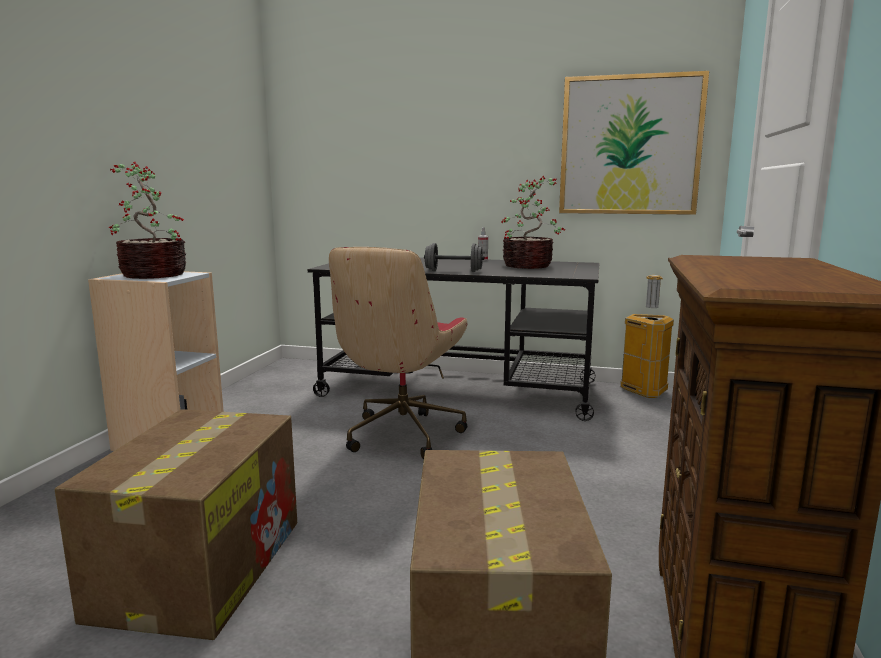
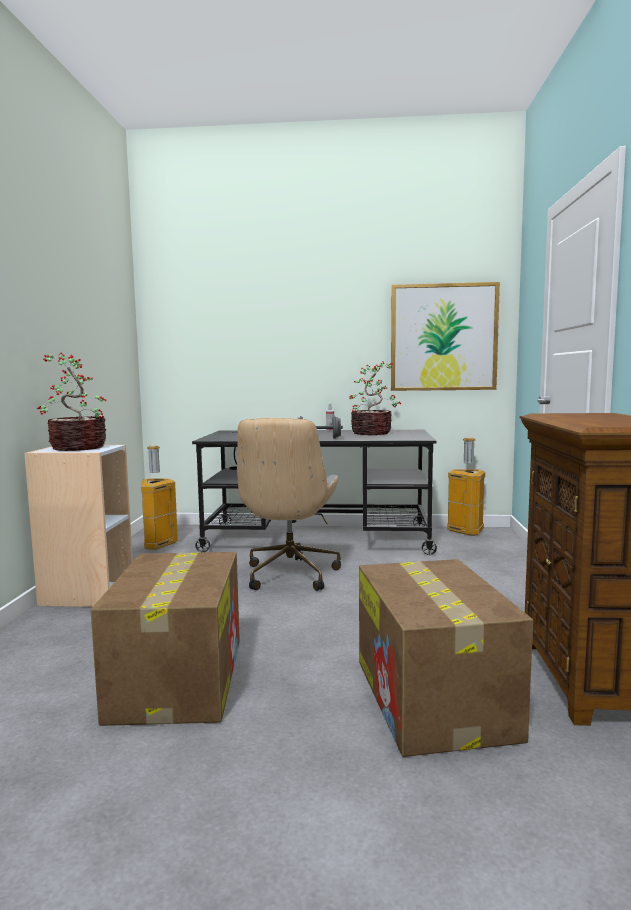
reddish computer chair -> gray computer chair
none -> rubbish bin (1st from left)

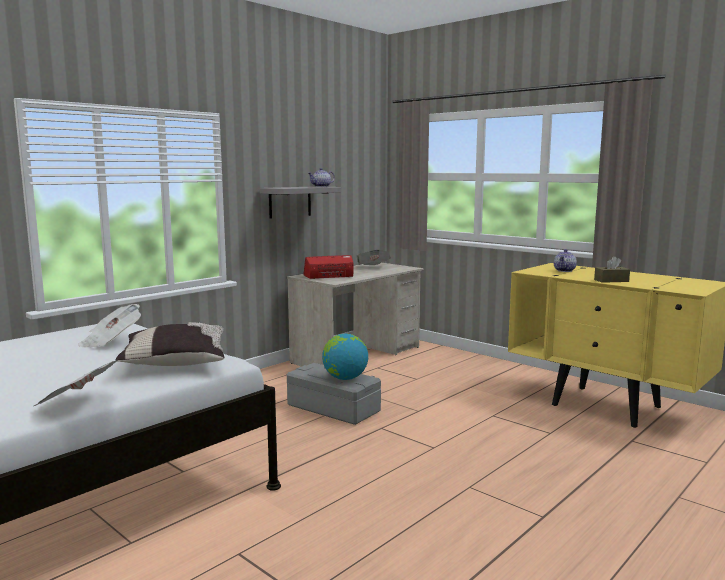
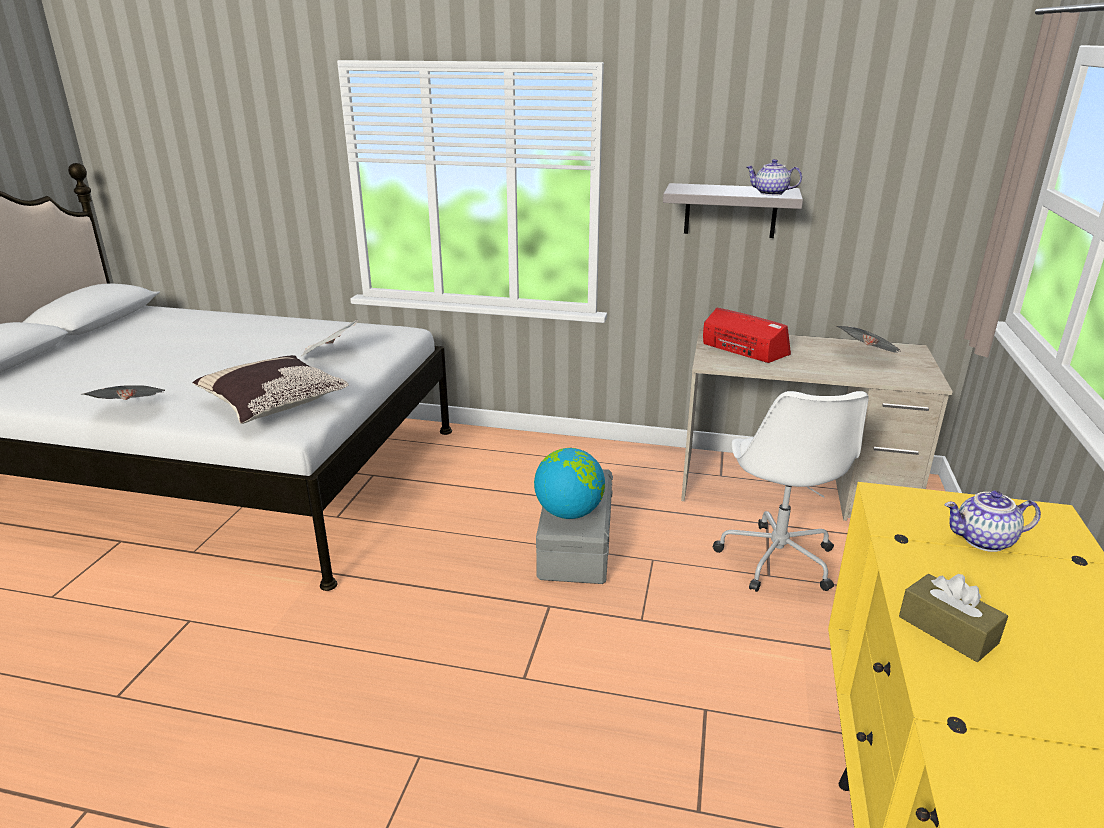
none -> white-coloured computer chair

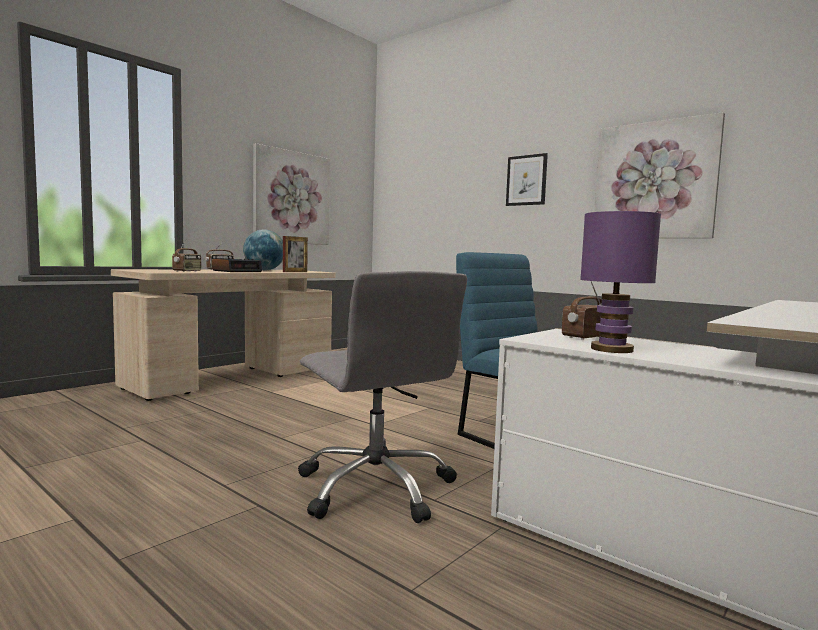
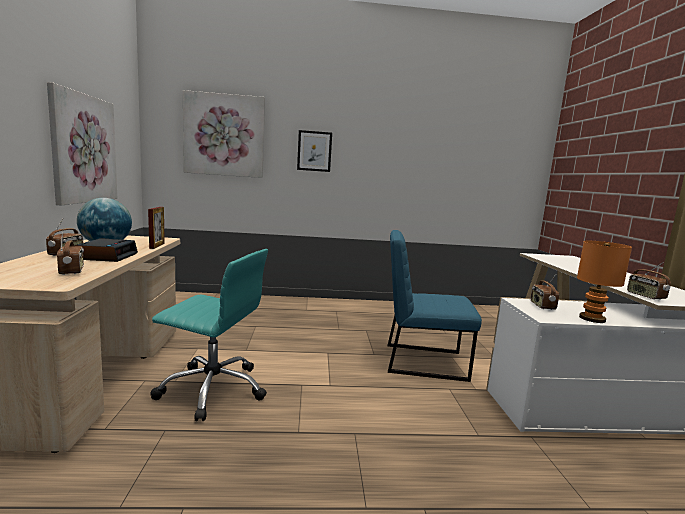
picture (3rd from left in the first image) -> picture (2nd from left), move
purple table lamp -> orange table lamp
gray computer chair -> none
none -> turquoise-coloured computer chair
none -> radio set (4th from left)

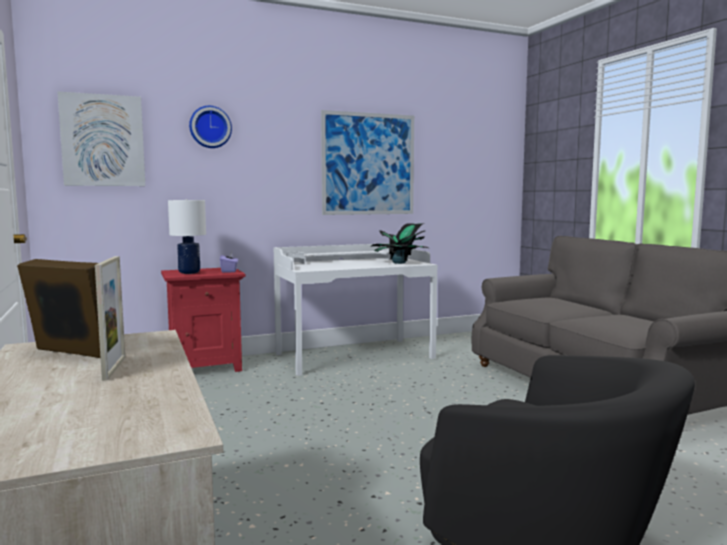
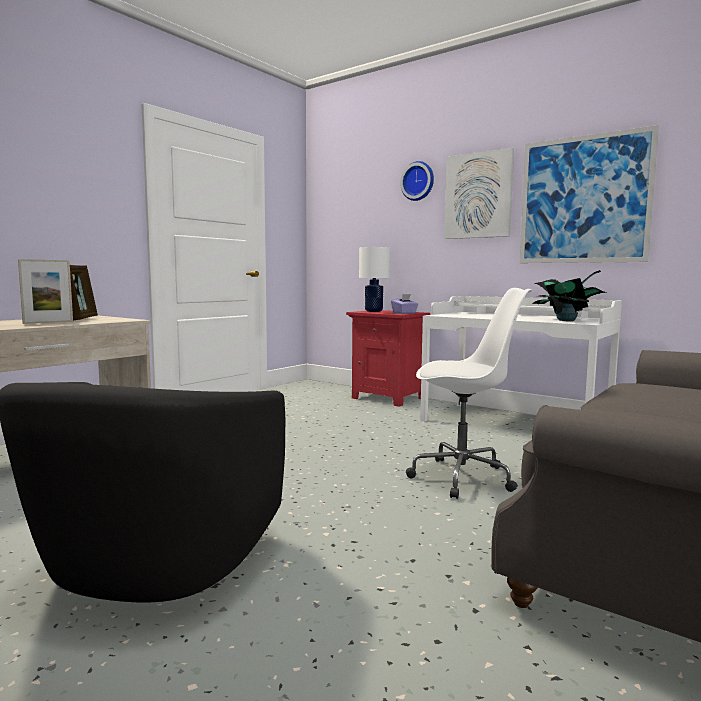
picture (1st from left), move
none -> white-coloured computer chair

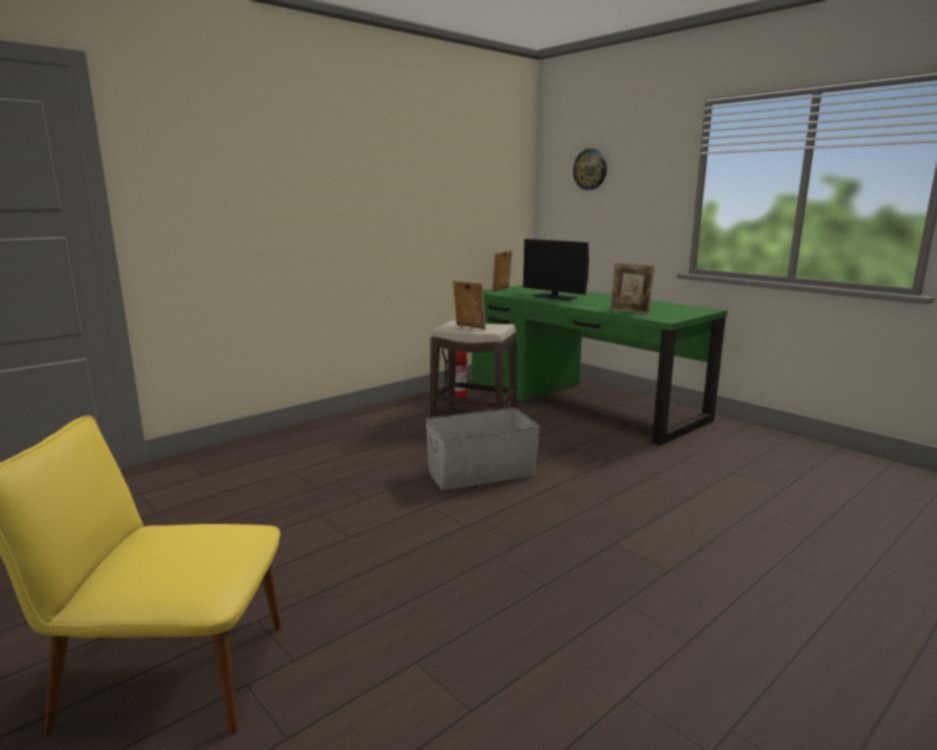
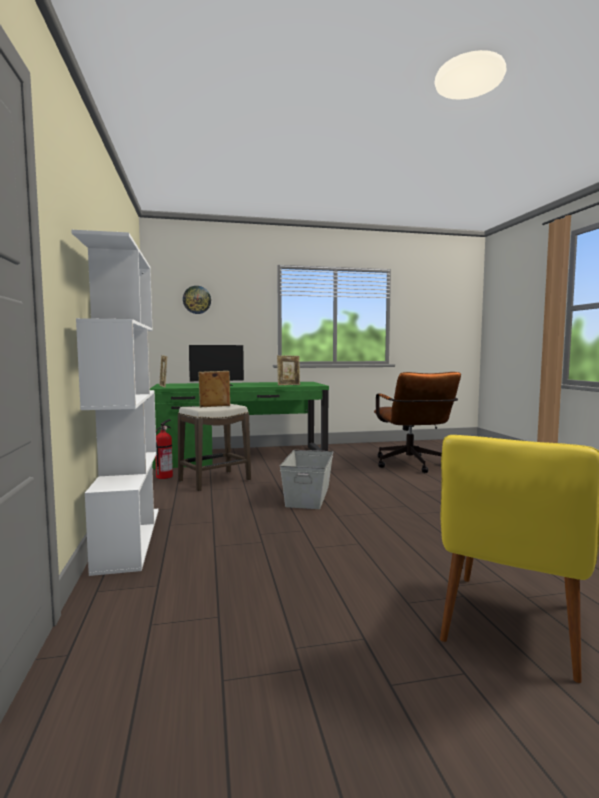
none -> white-coloured bookshelf
none -> brown computer chair

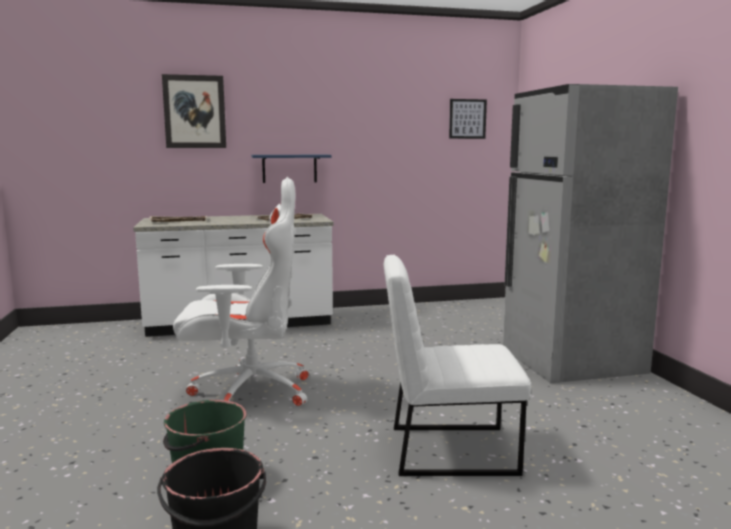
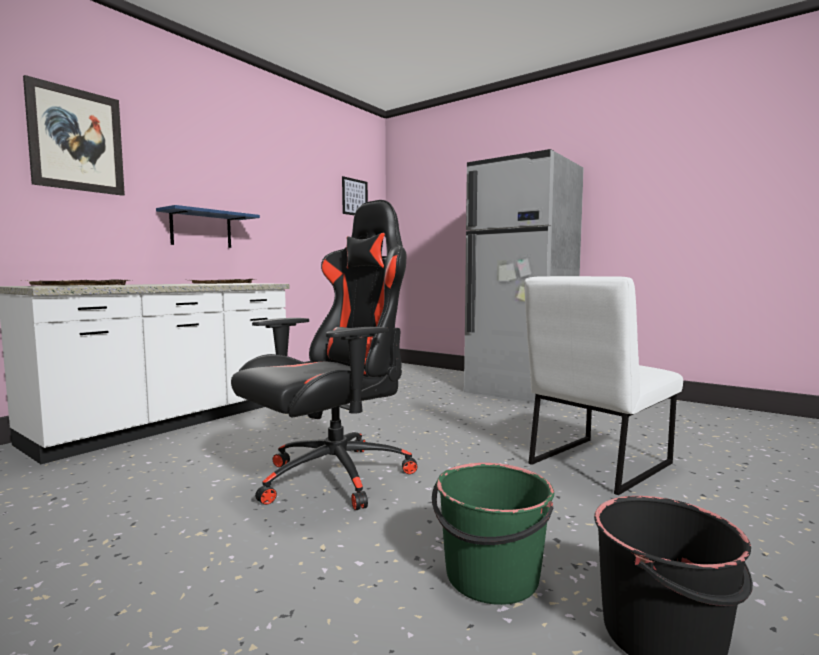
white-coloured computer chair -> black computer chair

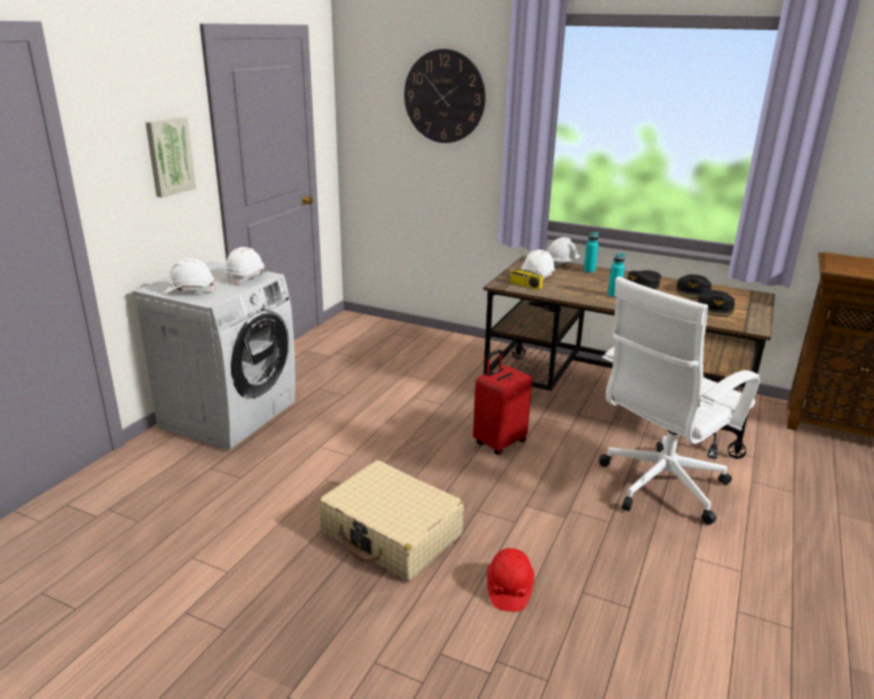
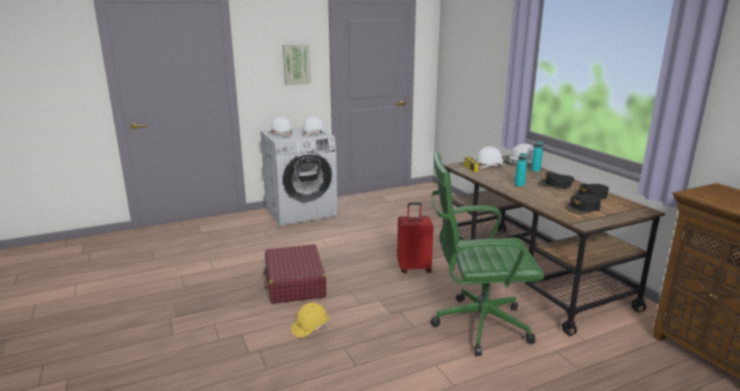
wall clock -> none
white-coloured computer chair -> green-coloured computer chair
beige travel case -> reddish travel case (1st from left)
reddish hard hat -> yellow hard hat

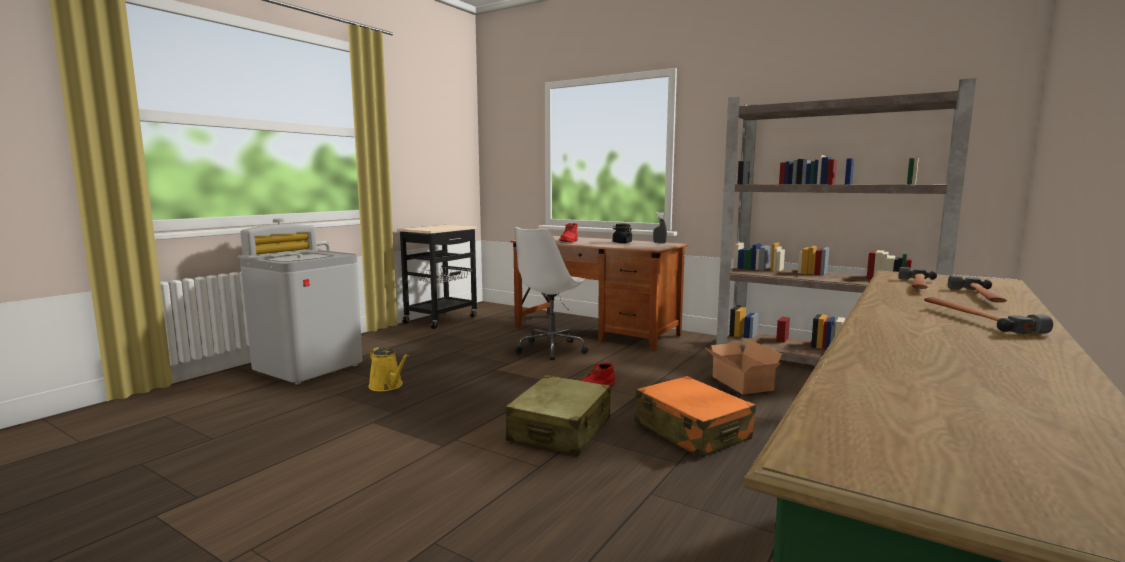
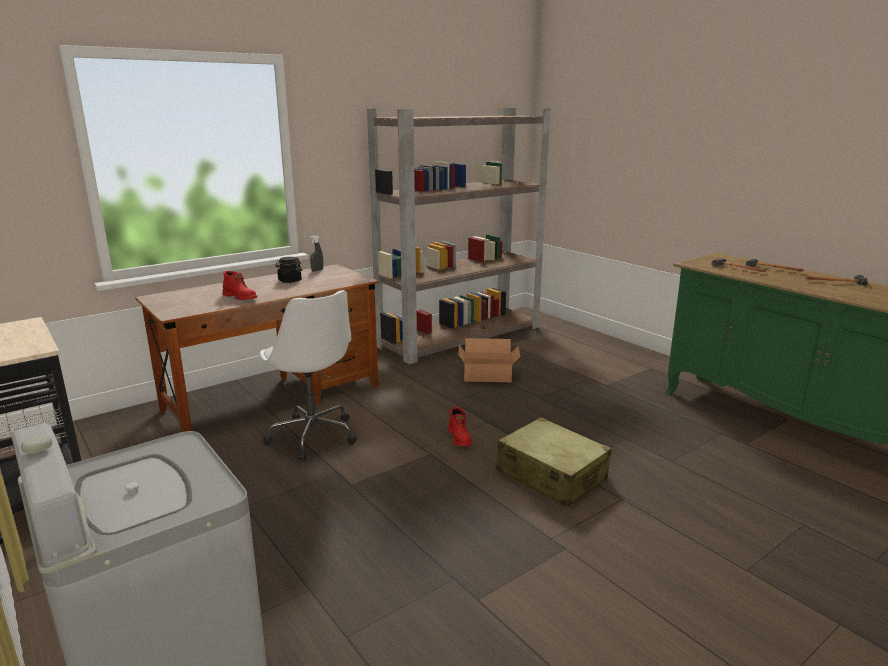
yellow watering can -> none
orange travel case -> none

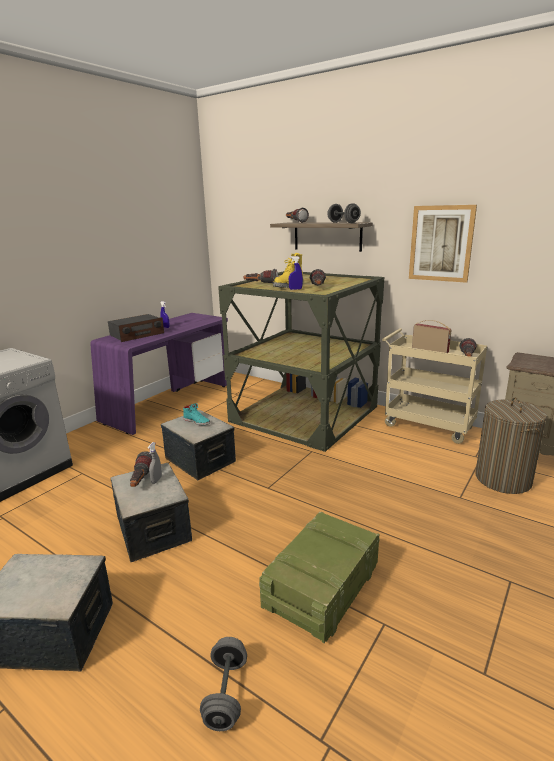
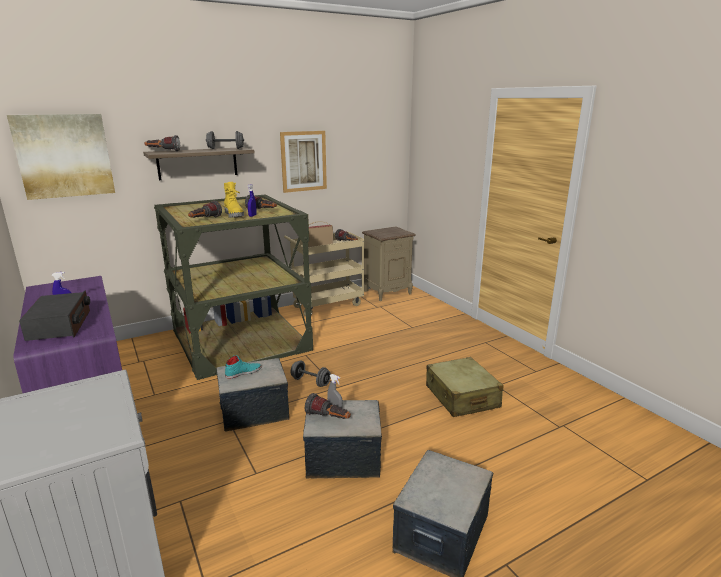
hamper -> none
packing crate -> beige travel case
gray hand weight (1st from left in the first image) -> gray hand weight (2nd from left), move
none -> picture (1st from left)

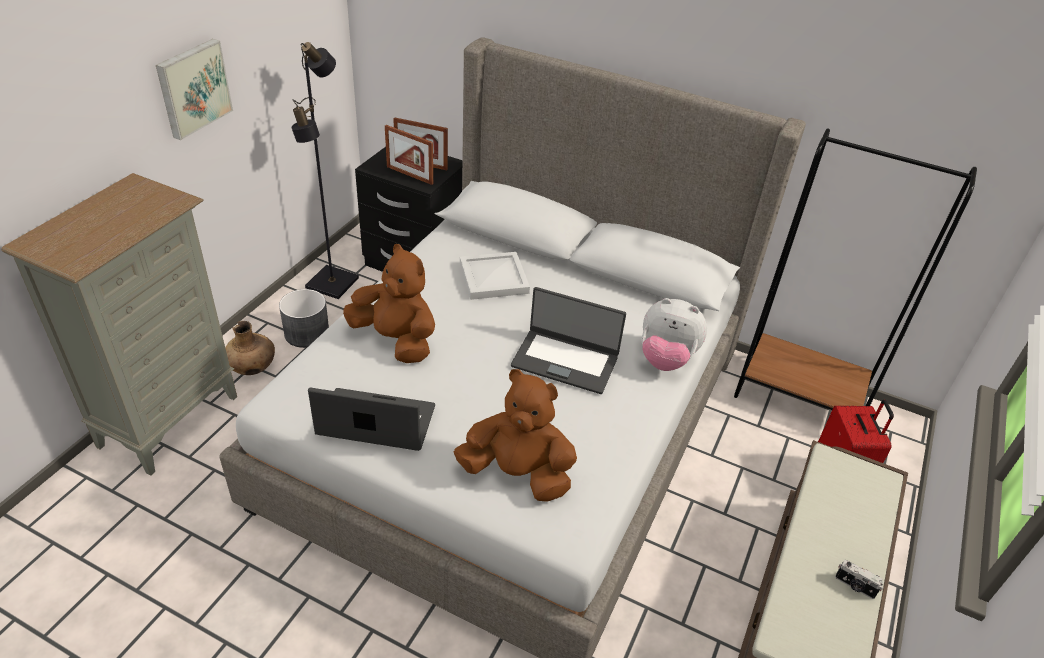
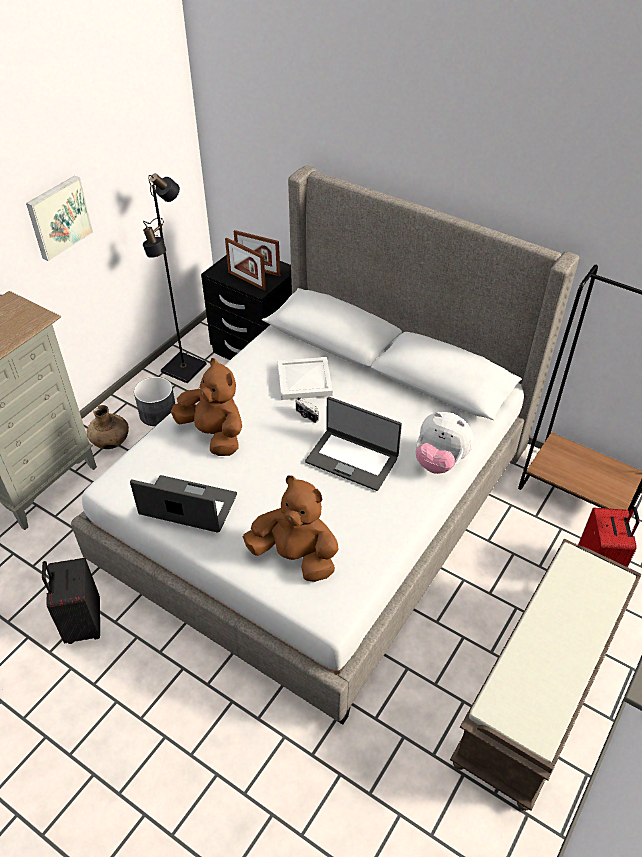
photo camera, move
none -> black travel case

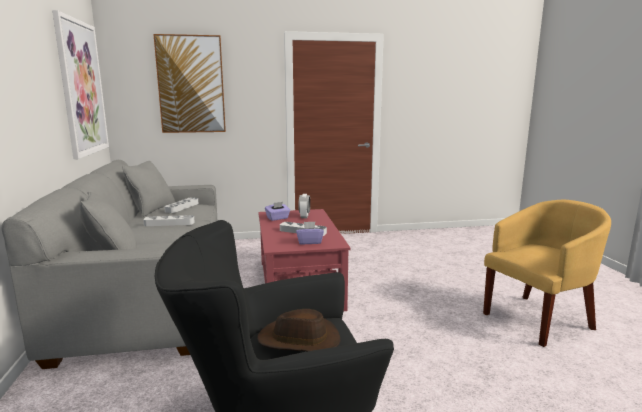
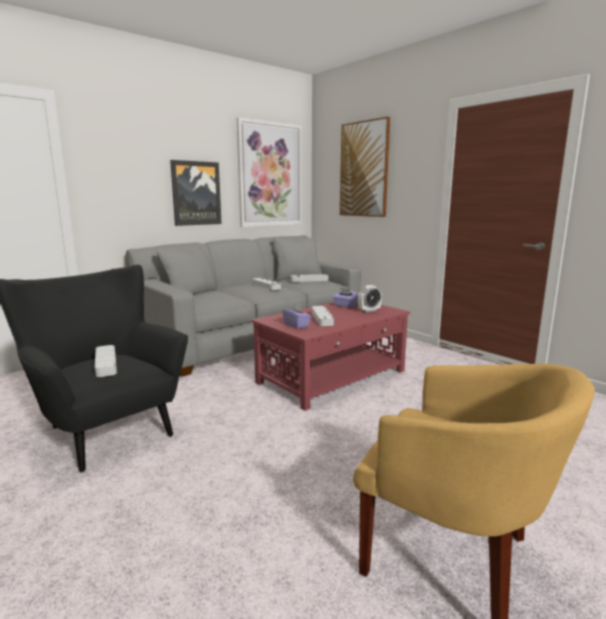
brown wearable hat -> gray tray (1st from left)
none -> picture (1st from left)

